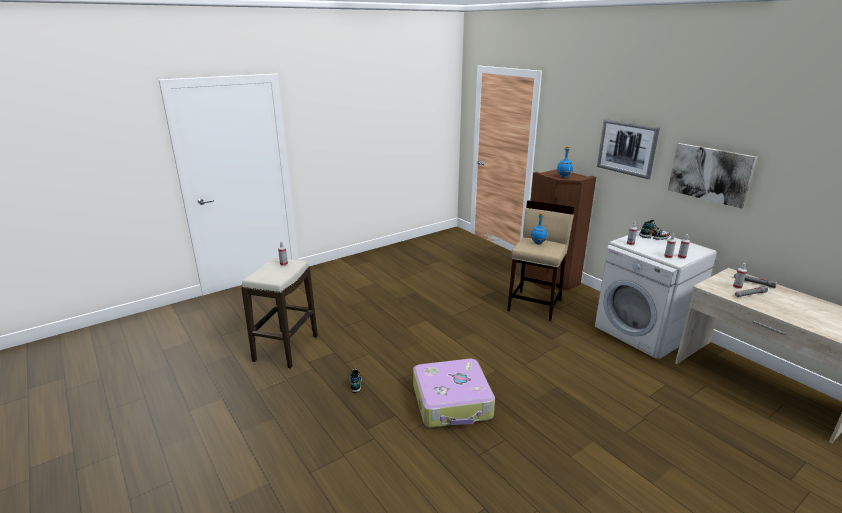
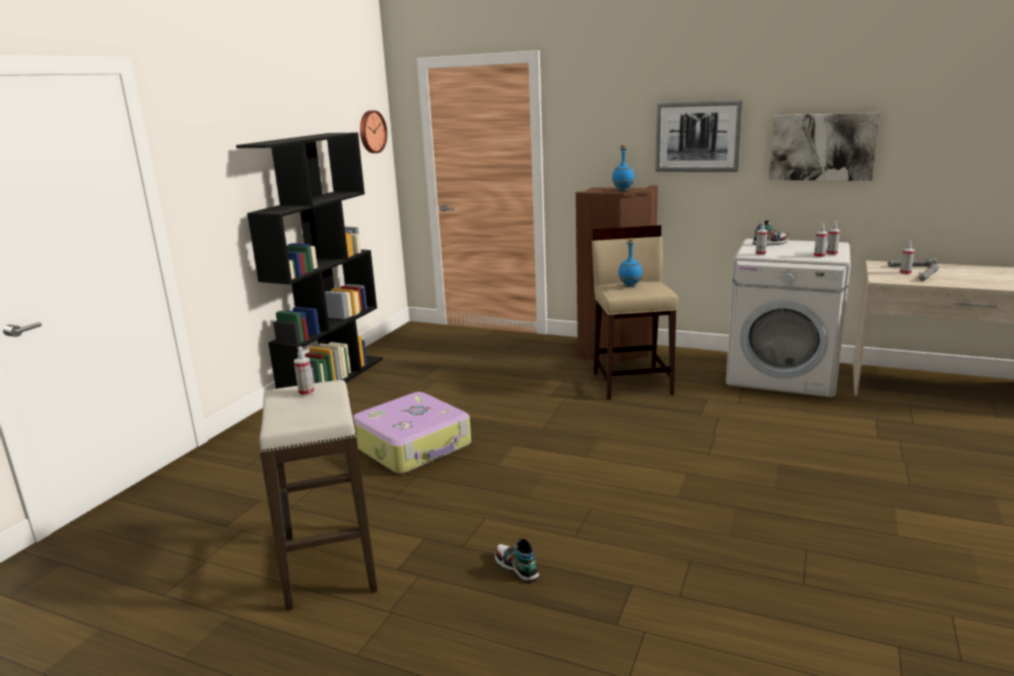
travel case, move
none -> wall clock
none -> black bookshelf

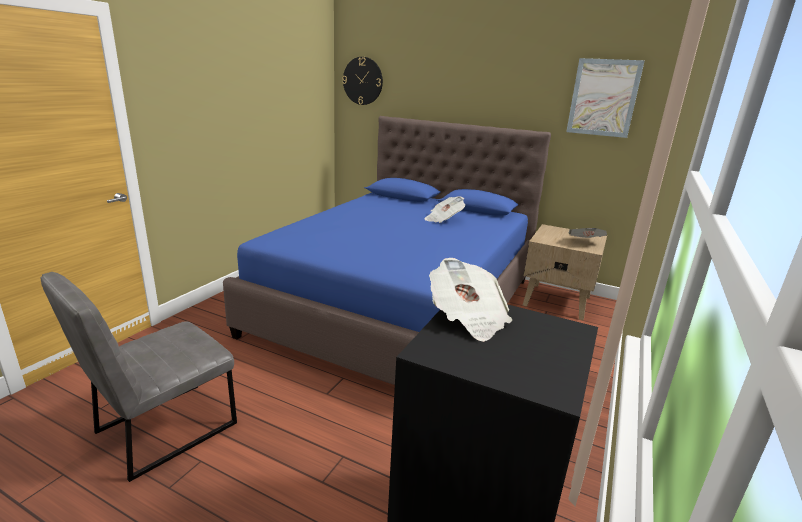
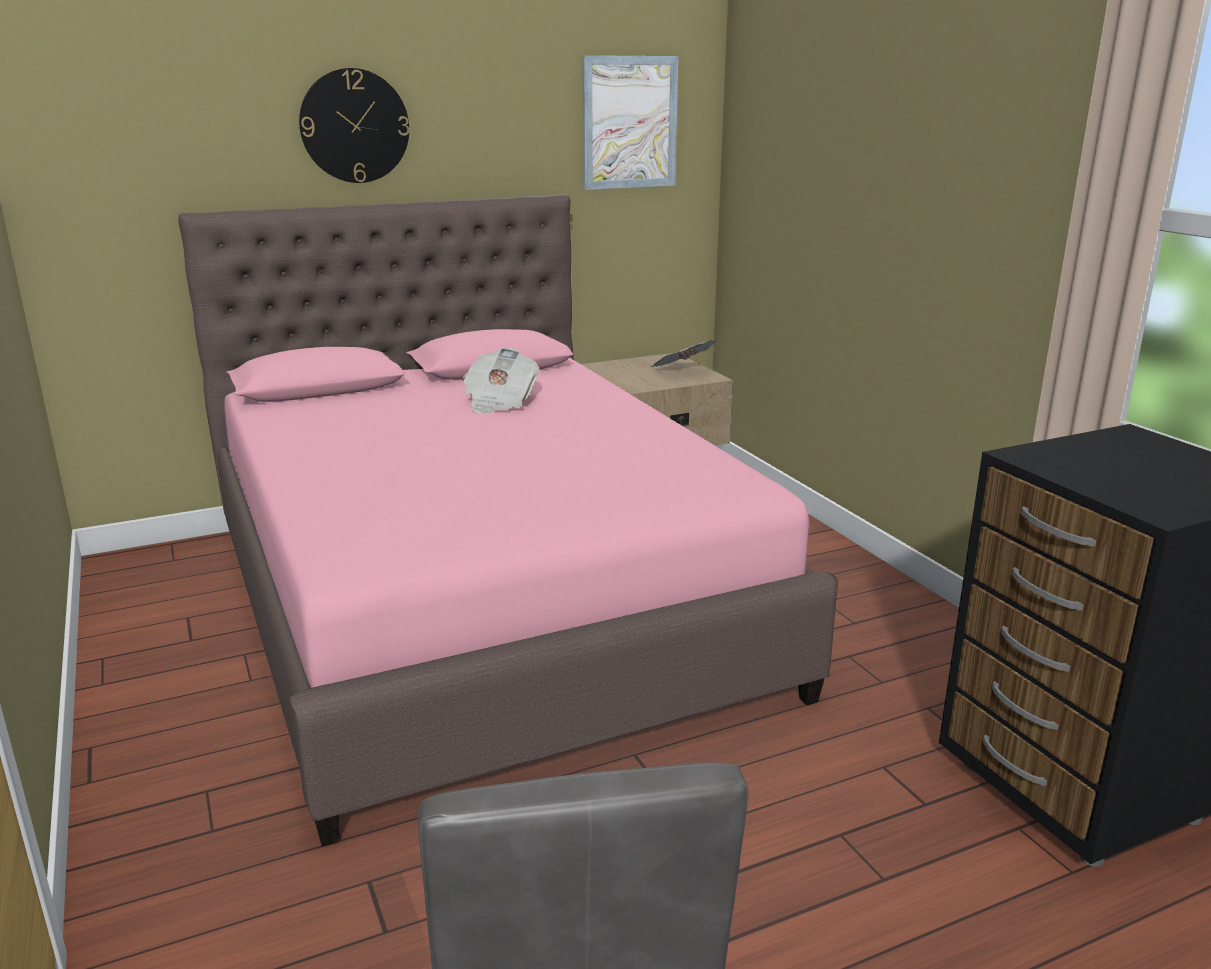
wall clock, move
bluish bed -> pink bed
printed paper (2nd from left) -> none

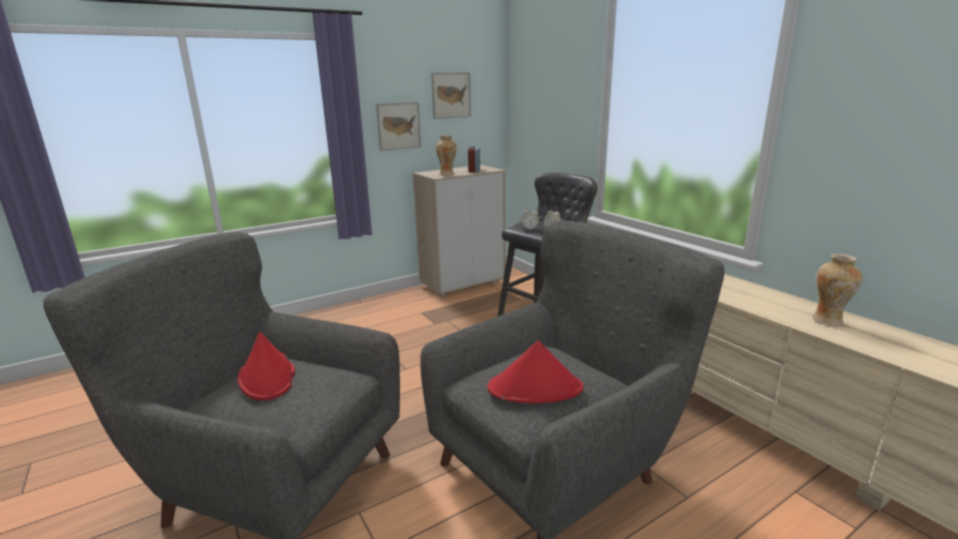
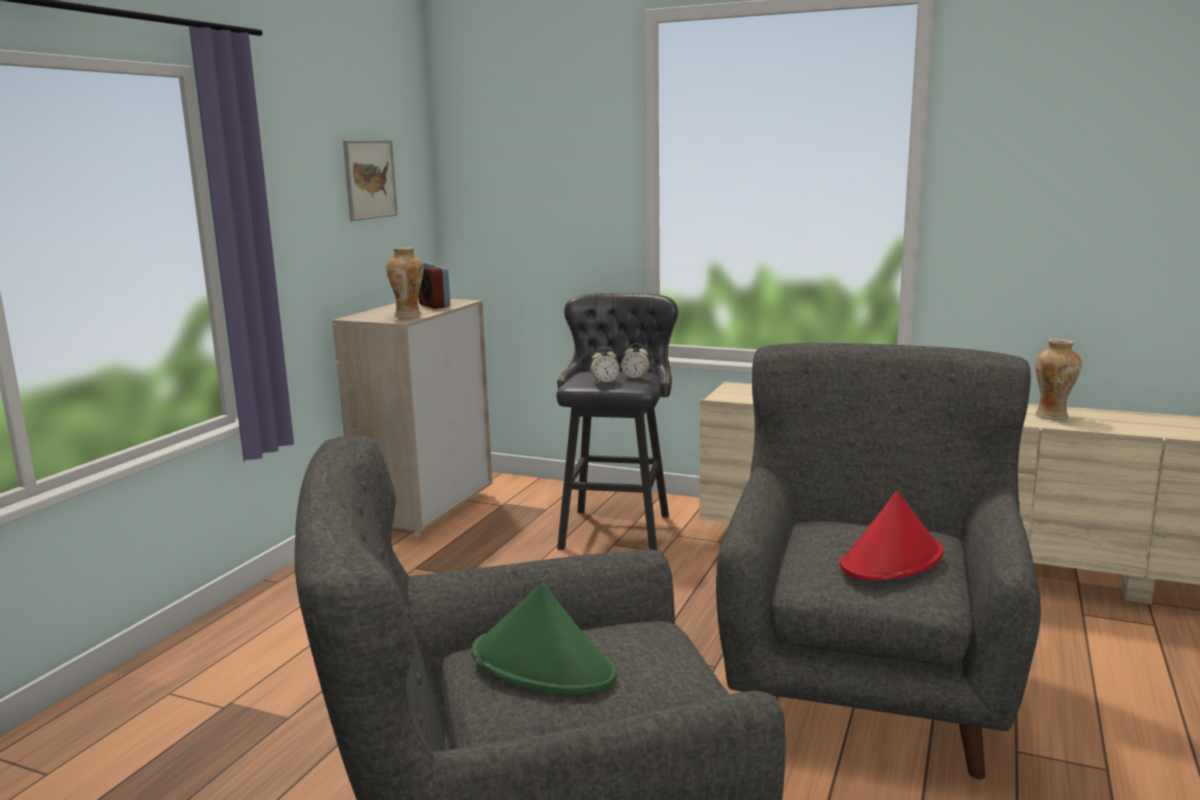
picture (1st from left) -> none
reddish wearable hat (1st from left) -> green-coloured wearable hat

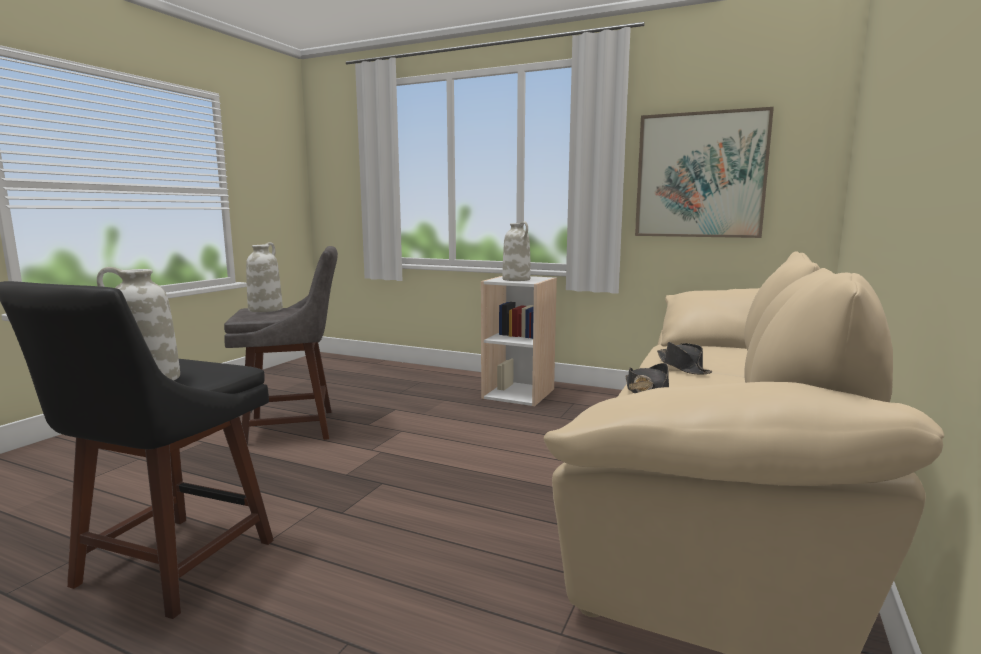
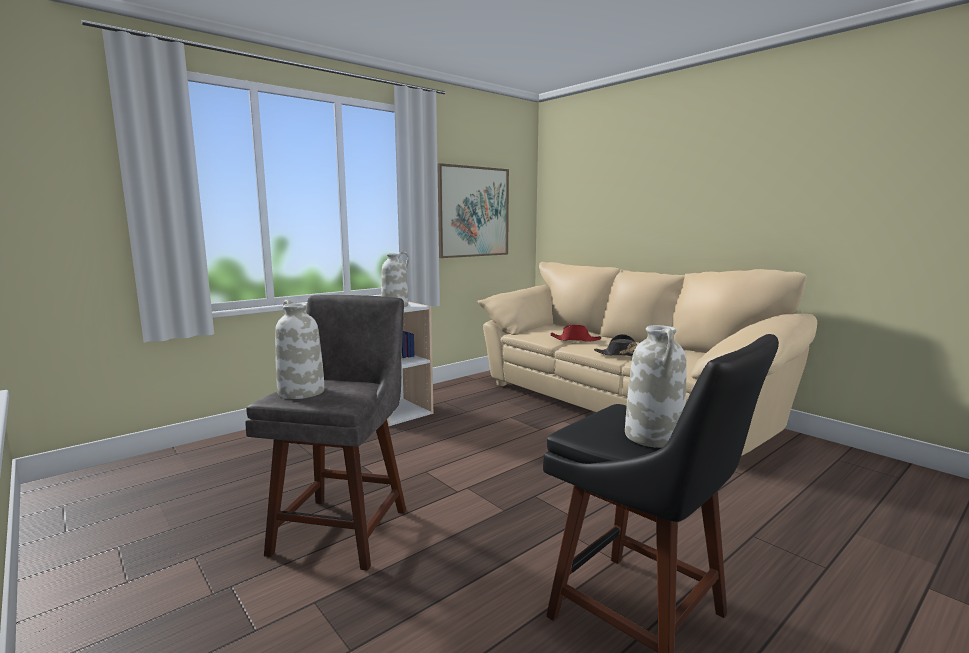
black wearable hat (2nd from left) -> reddish wearable hat

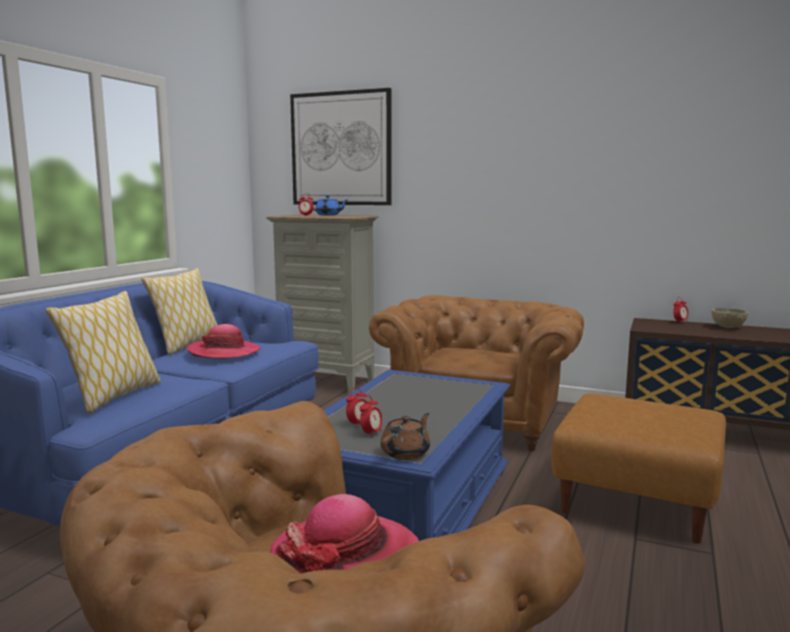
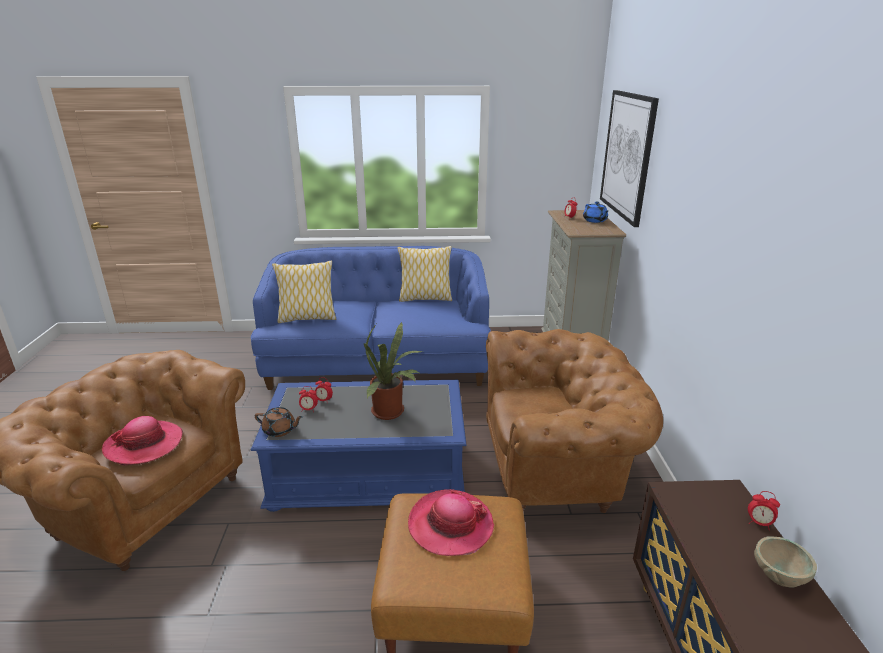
wearable hat (1st from left in the first image) -> wearable hat (2nd from left), move
none -> potted plant

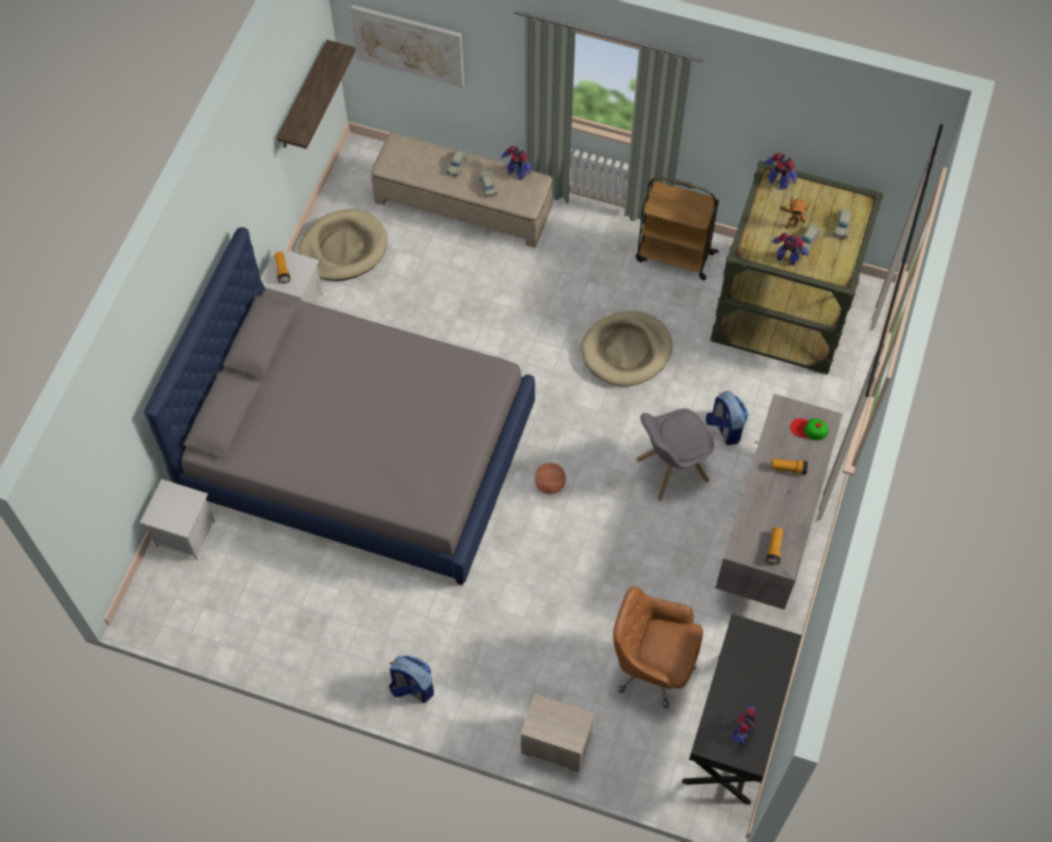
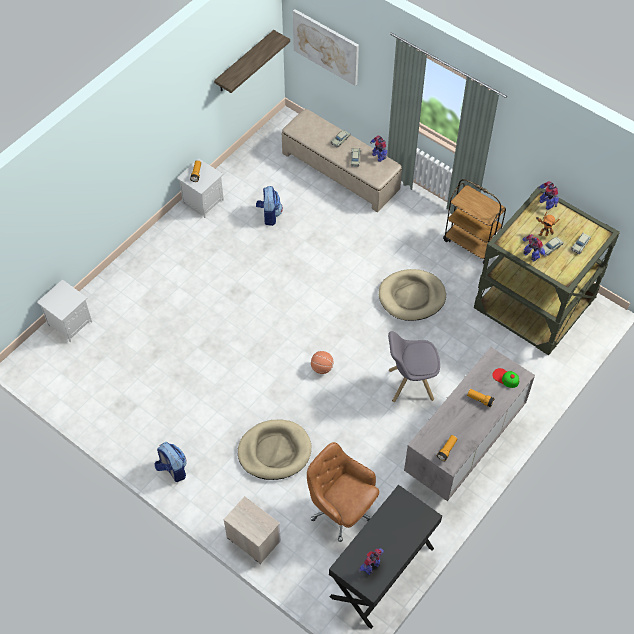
beige dog cushion (1st from left), move
gray bed -> none
rucksack (2nd from left), move

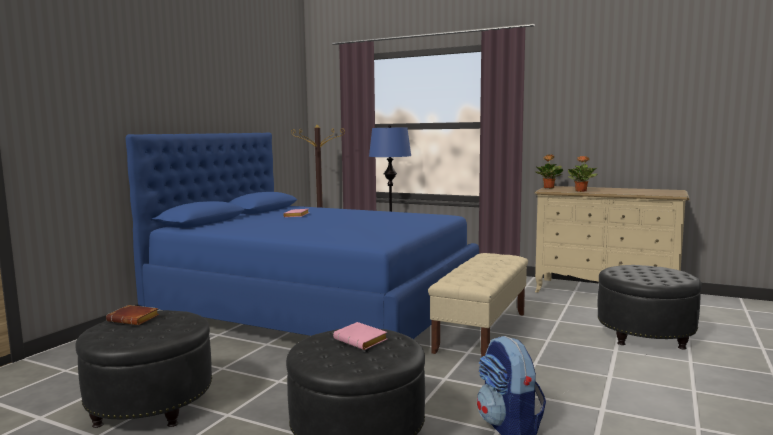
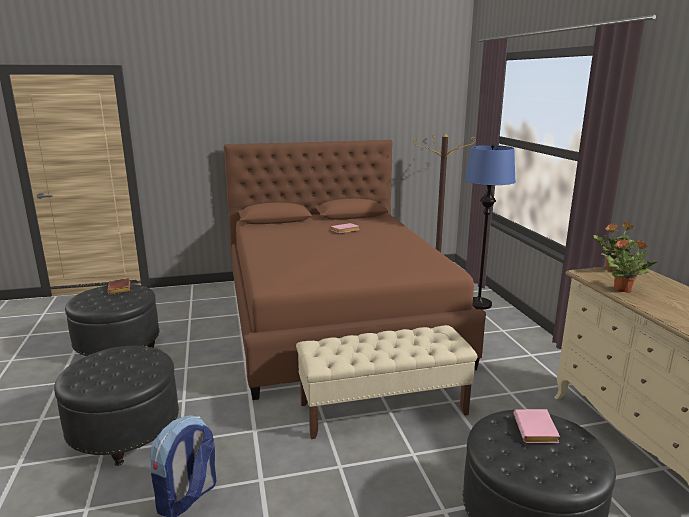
bluish bed -> brown bed
pink bound book (2nd from left), move

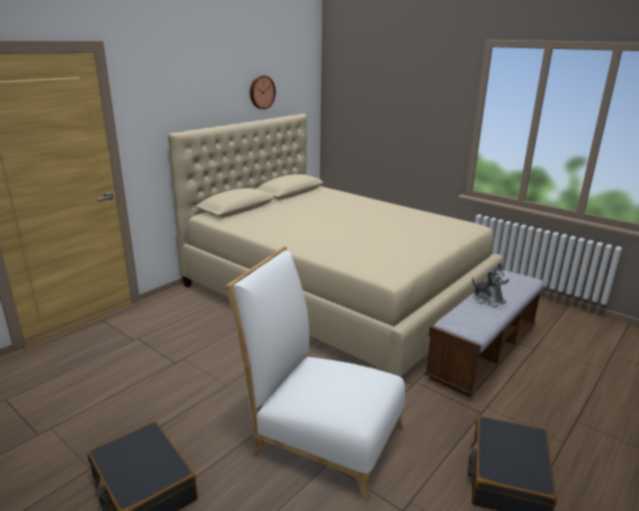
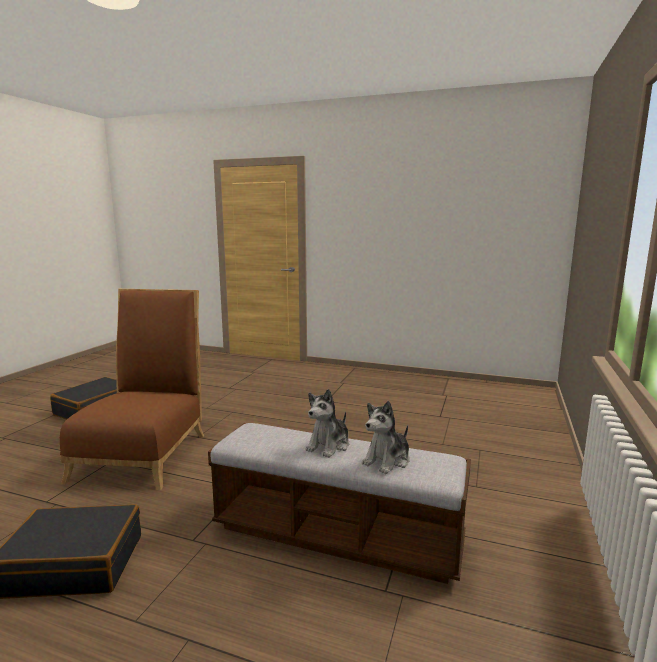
wall clock -> none
beige bed -> none
white-coloured chair -> brown chair
none -> plush toy (2nd from left)

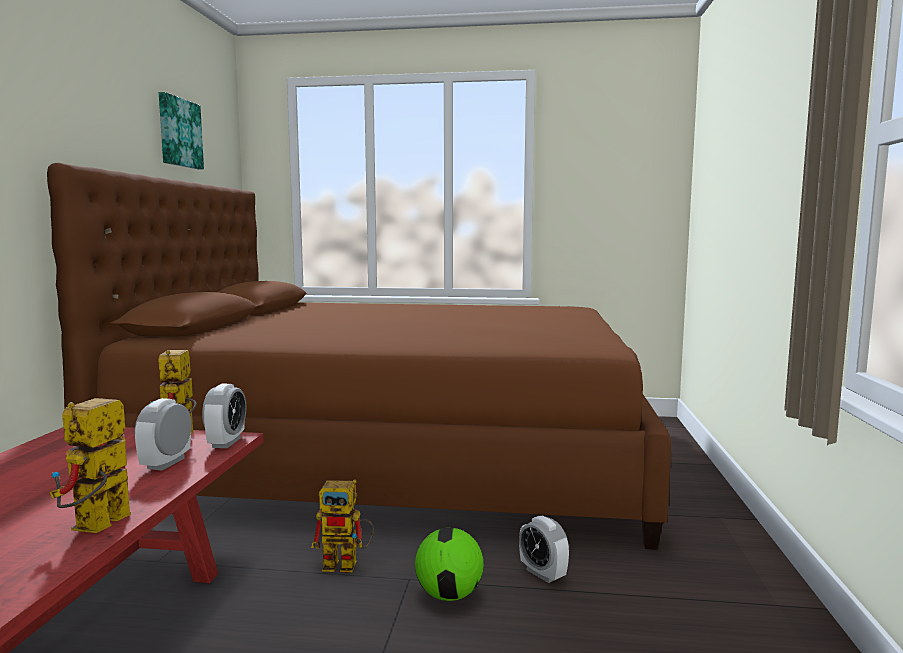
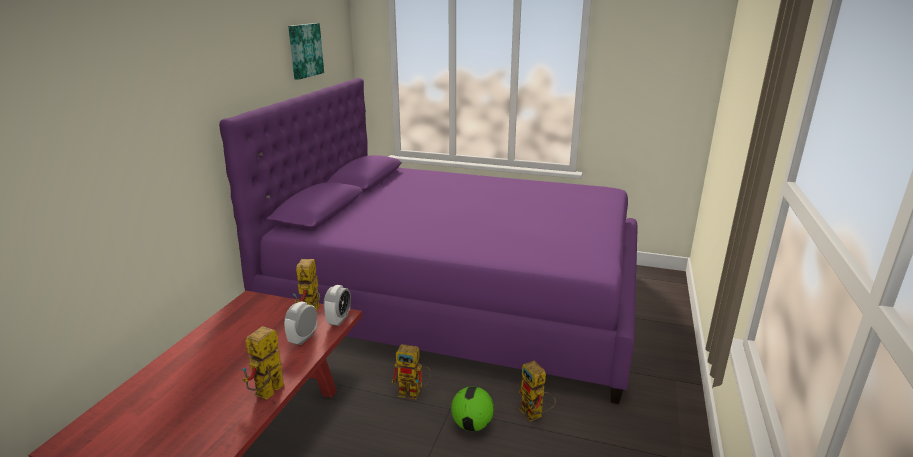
brown bed -> purple bed
table clock (3rd from left) -> robot figure (4th from left)

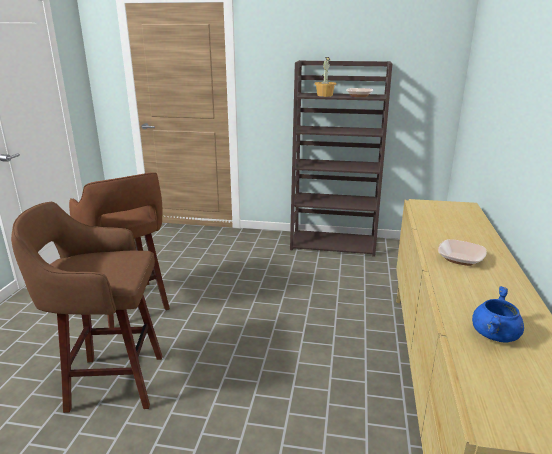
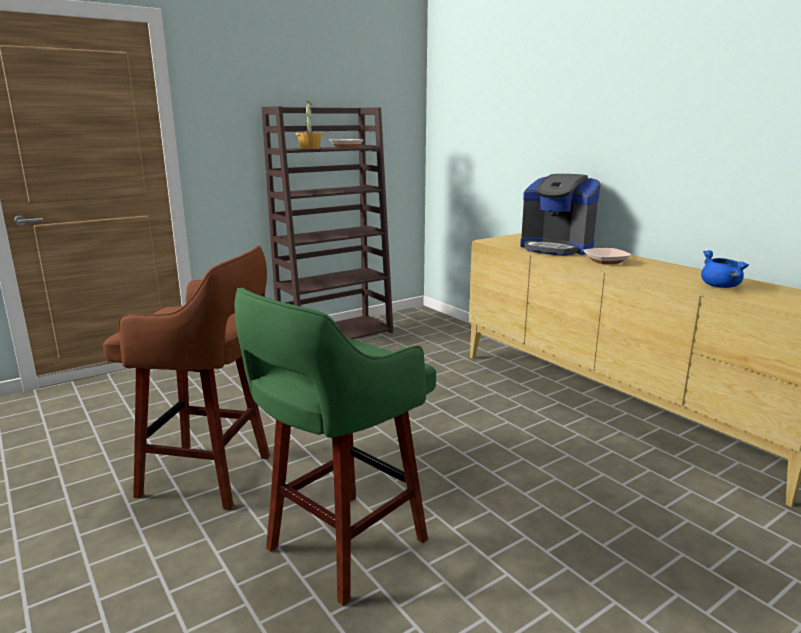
brown sitting stool (1st from left) -> green-coloured sitting stool
none -> coffee maker

